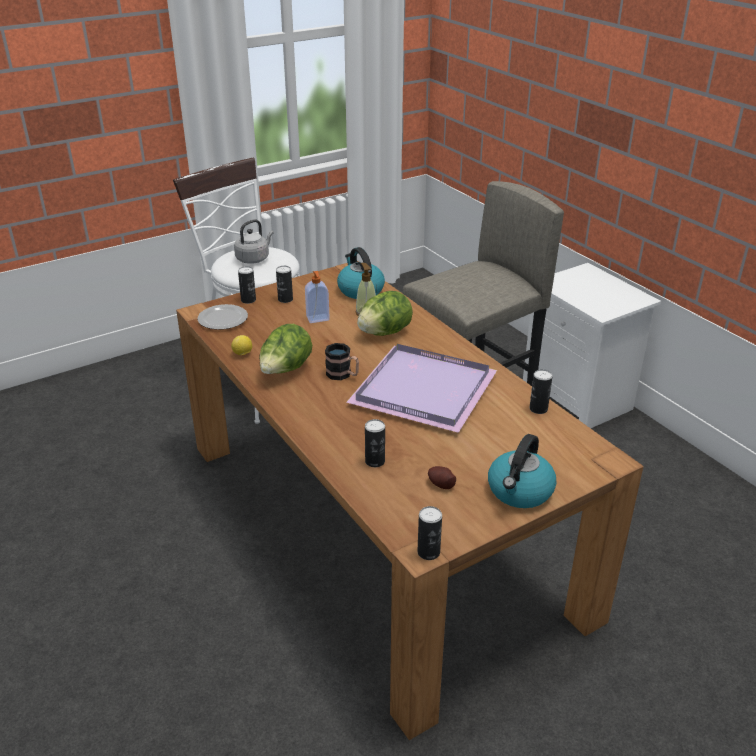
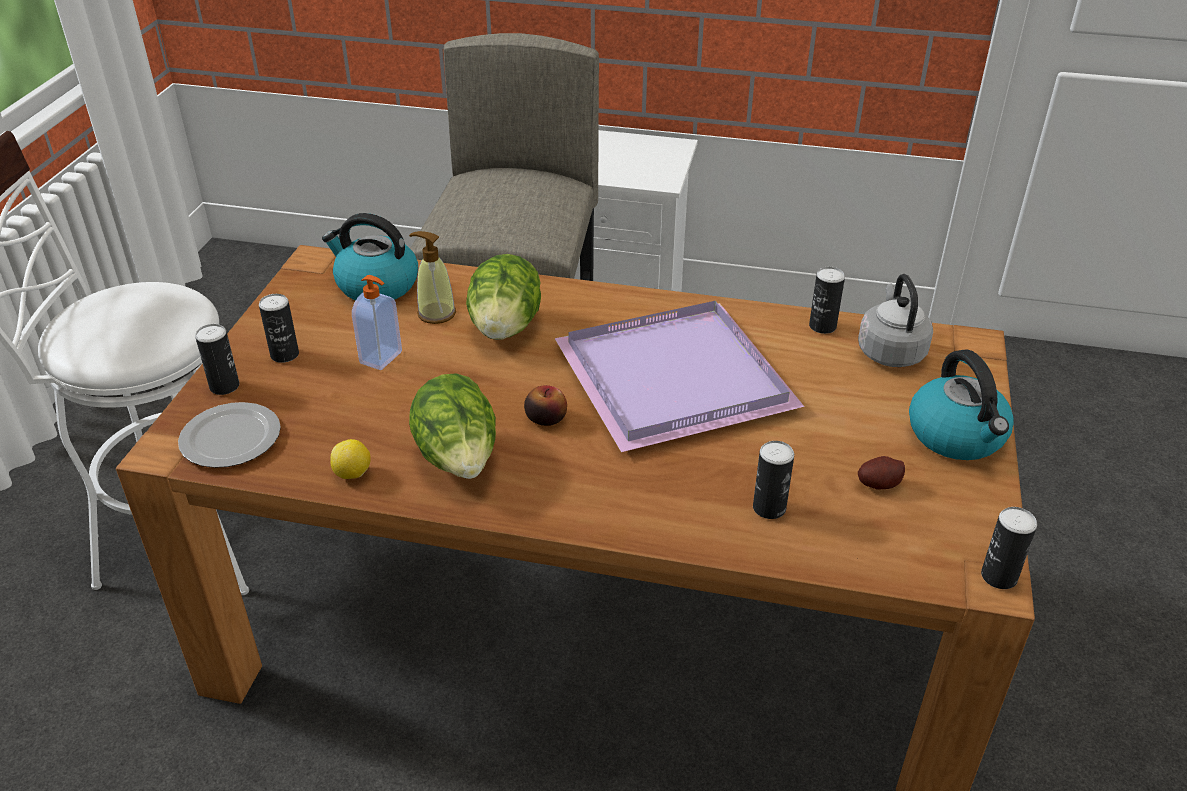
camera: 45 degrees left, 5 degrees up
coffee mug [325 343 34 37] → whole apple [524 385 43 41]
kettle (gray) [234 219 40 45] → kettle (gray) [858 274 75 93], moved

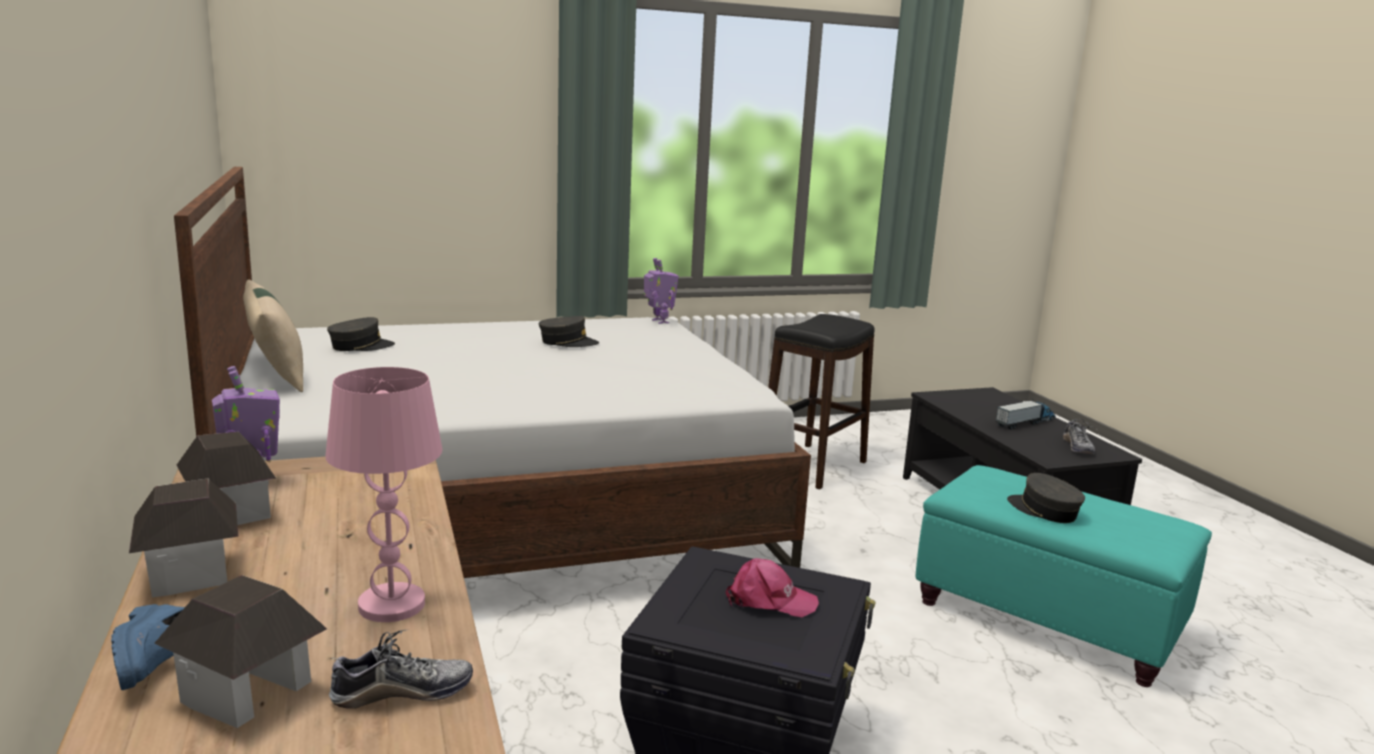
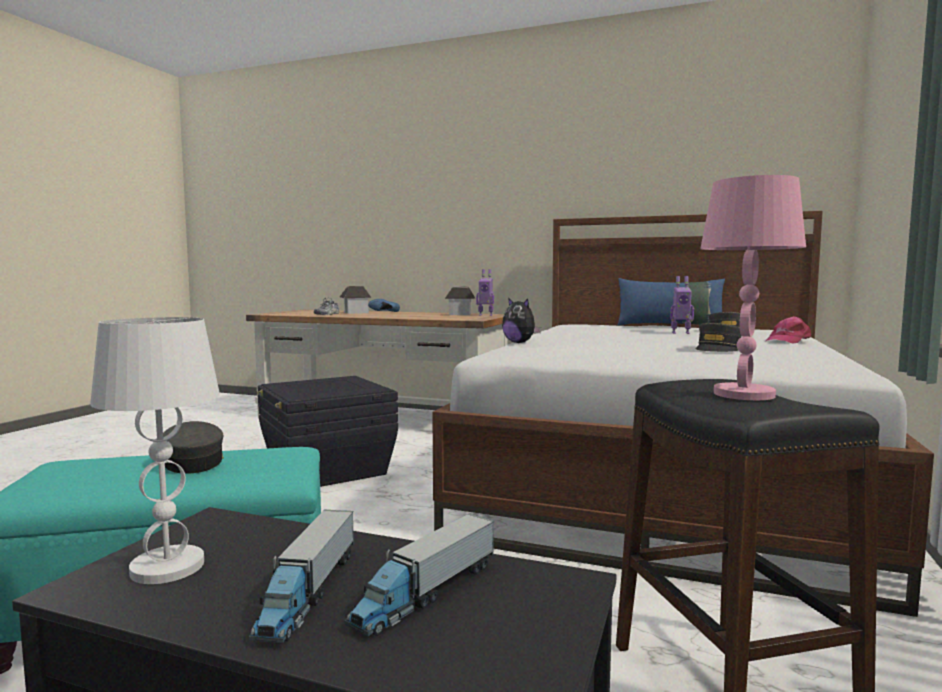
camera: 130 degrees right, 10 degrees down
shoe [1063 419 33 35] → table lamp (white-coloured) [90 317 130 267]
peaked cap (gray) [1007 473 78 50] → peaked cap (gray) [163 421 61 53], 120 degrees counterclockwise
- → model truck [345 513 149 123]
- → cuddly toy [502 298 39 45]
pillow (beige) [243 279 60 113] → pillow (bluish) [618 278 107 48]
toy robot [644 258 35 66] → toy robot [670 276 24 58], moved
table lamp (pink-coloured) [326 367 117 255] → table lamp (pink-coloured) [700 175 106 225], moved
peaked cap (pink-coloured) [726 558 93 59] → peaked cap (pink-coloured) [766 316 45 28], moved
miniature house [129 478 110 119] → -

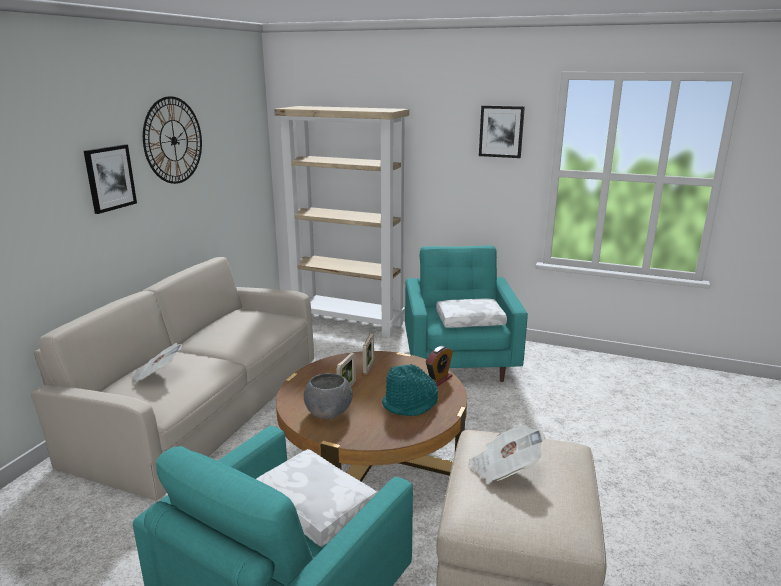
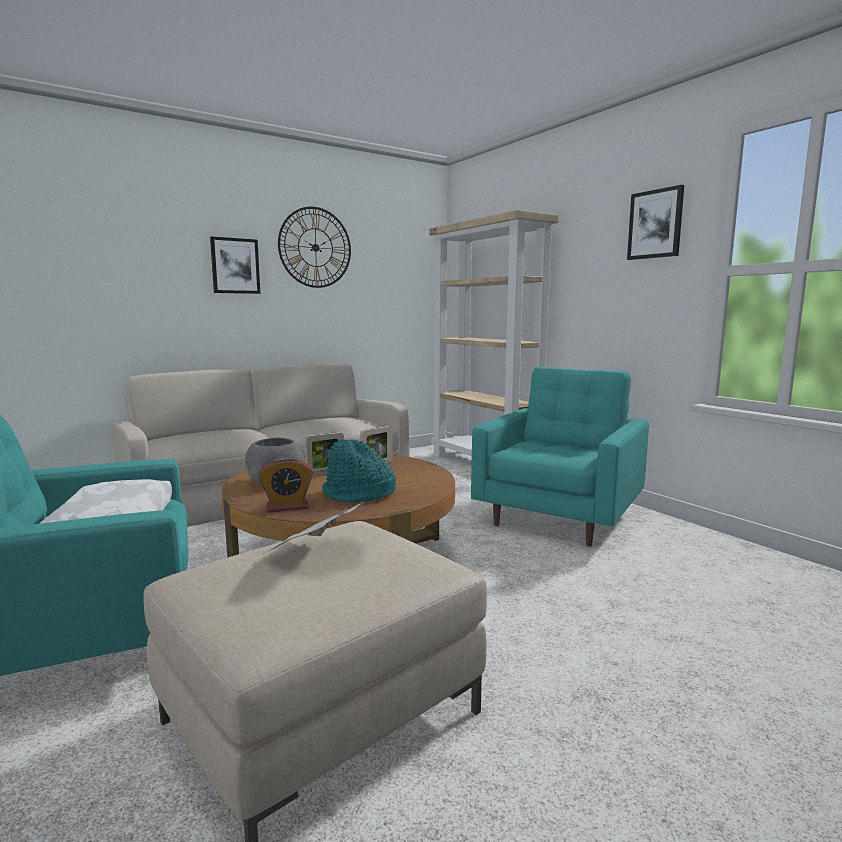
camera: 35 degrees right, 10 degrees down
bedside clock [426 346 27 41] → bedside clock [258 456 55 57], moved
printed paper [132 343 50 40] → -
pillow (white-coloured) [436 299 71 29] → -

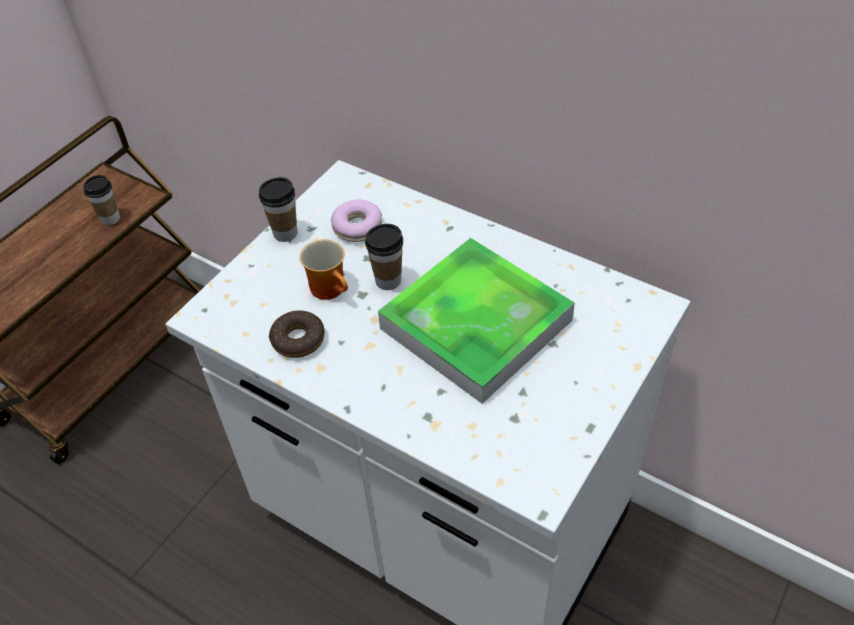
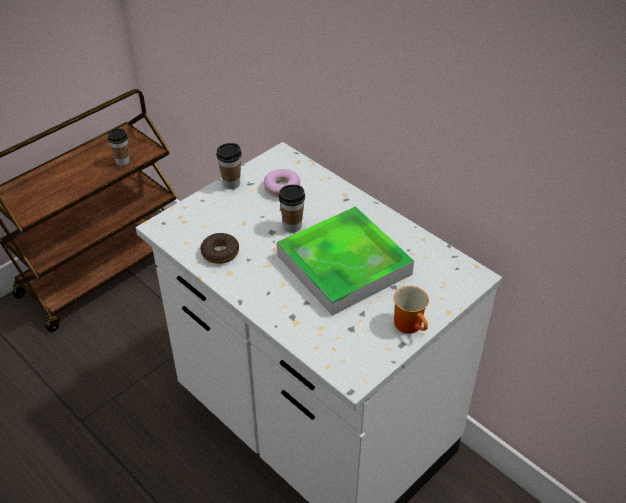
camera: 10 degrees right, 5 degrees down
coffee mug [300 239 48 61] → coffee mug [393 286 36 48], moved

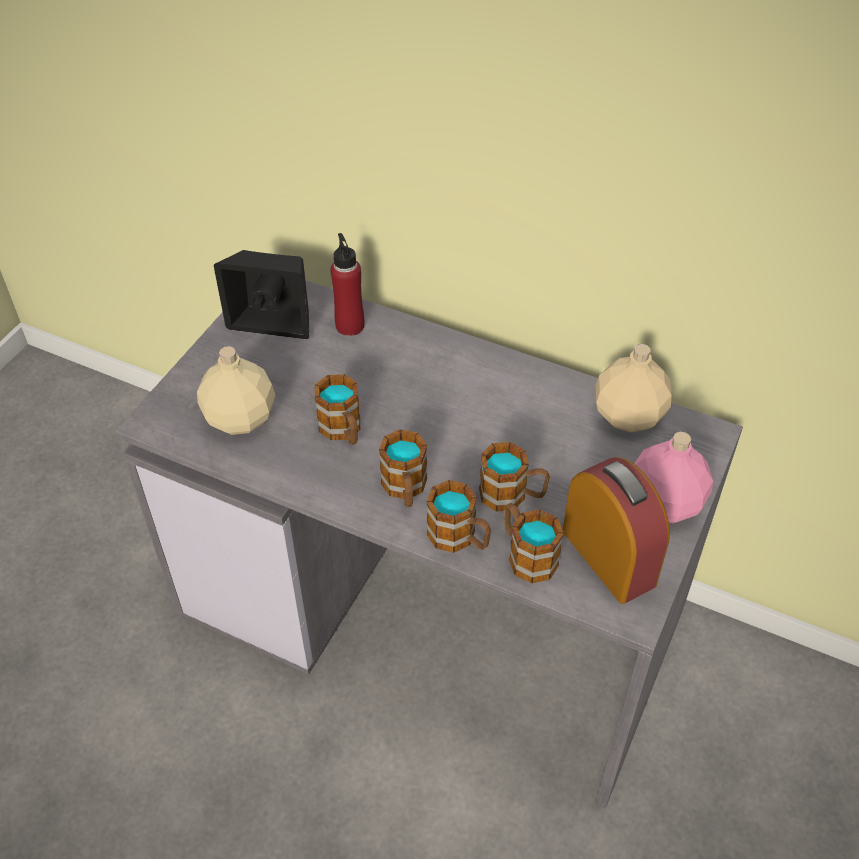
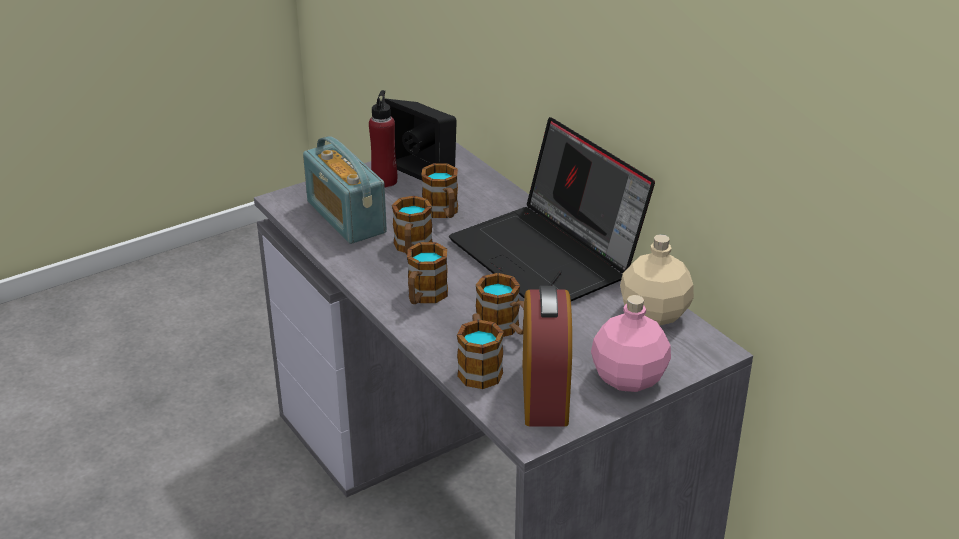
camera: 30 degrees right, 15 degrees down
bottle (beige) [197 346 78 89] → radio receiver [303 136 84 108]
bottle (red-coloured) [331 233 33 103] → bottle (red-coloured) [369 90 28 97], moved
coffee mug [427 480 64 73] → coffee mug [421 163 37 55], moved
- → notebook computer [449 117 206 184]

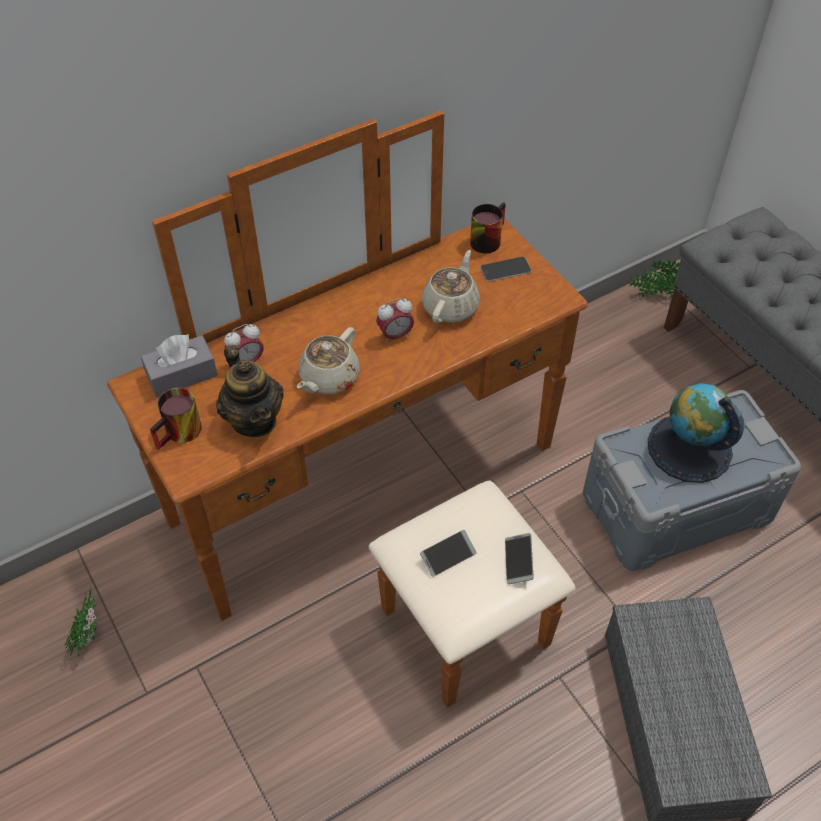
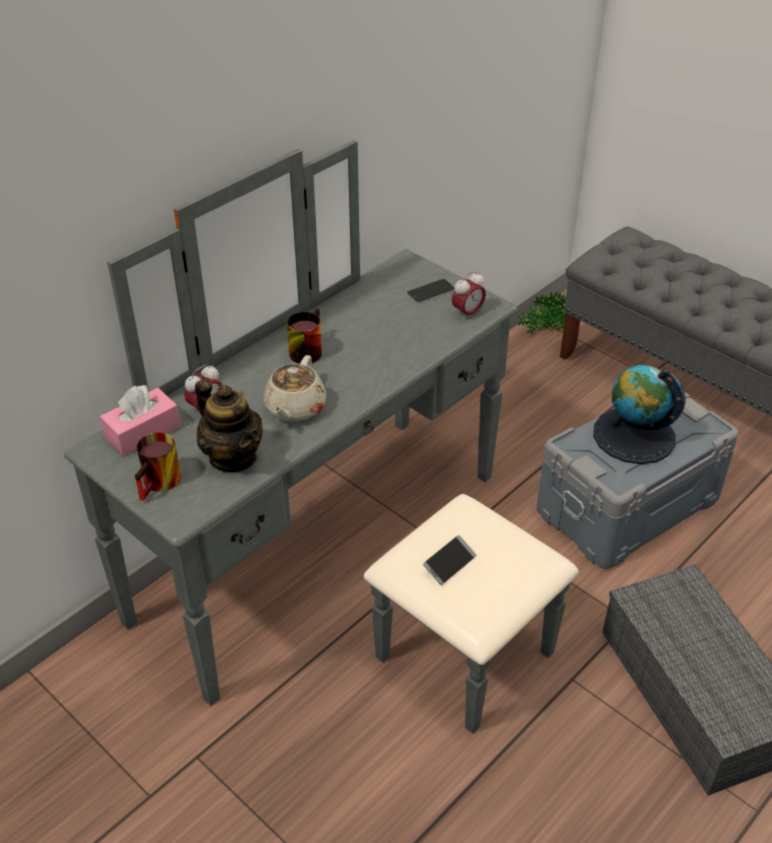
camera: 15 degrees left, 10 degrees down
drawer chest (brown-coloured) [107 111 481 597] → drawer chest (gray) [64 140 515 594]
tissue holder (gray) [141 334 77 63] → tissue holder (pink-coloured) [100 385 81 71]
coffee mug [470 202 36 52] → coffee mug [287 309 35 55], moved
bedside clock [376 298 38 45] → bedside clock [451 271 35 50], moved
potted plant [64 586 33 73] → -
teapot (beige) [422 250 58 73] → -
phone [505 533 29 52] → -

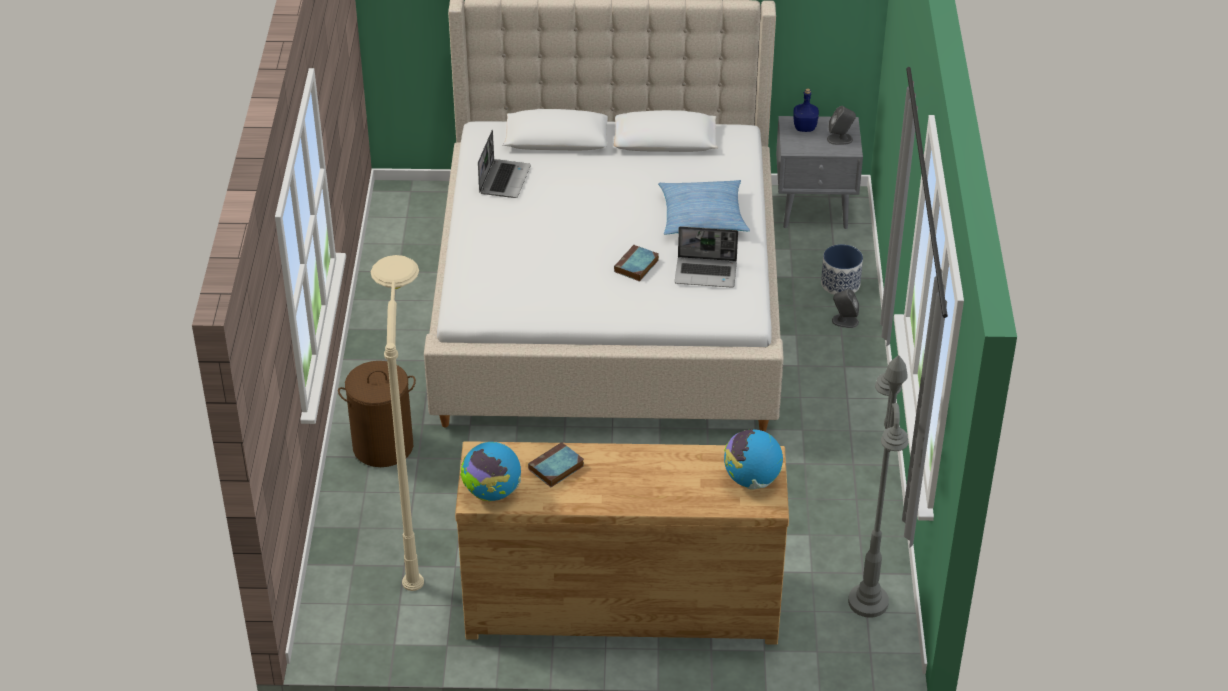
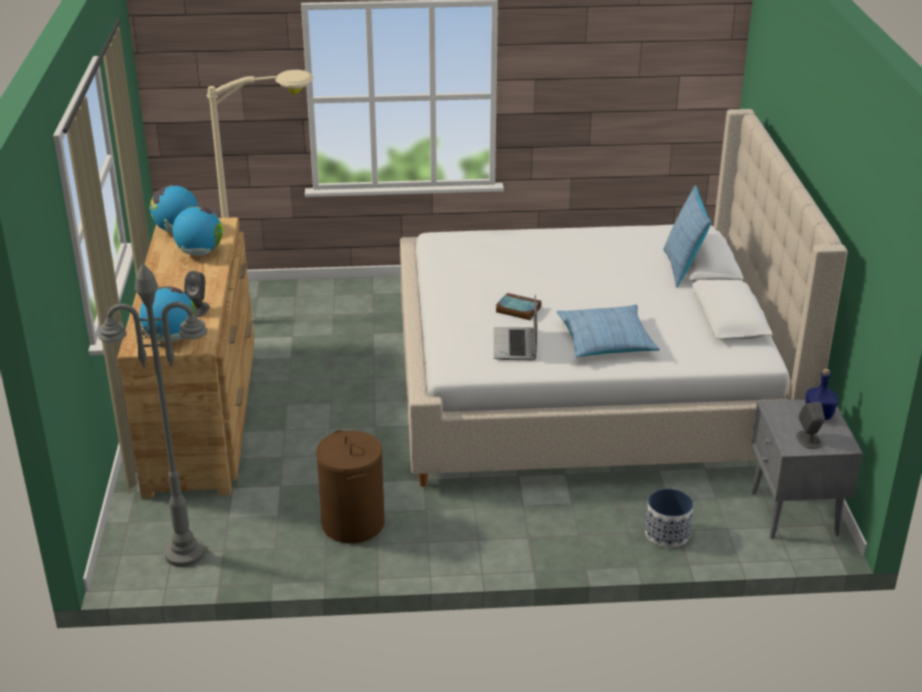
camera: 85 degrees right, 10 degrees down
book [528 442 56 45] → world globe [172 206 51 50]
speaker (gray) [832 289 27 39] → speaker (gray) [184 271 26 46], moved
washing basket (brown-coloured) [338 361 78 106] → washing basket (brown-coloured) [316 430 69 113], moved
- → pillow [663 185 48 103]
notebook computer [478 130 53 68] → -

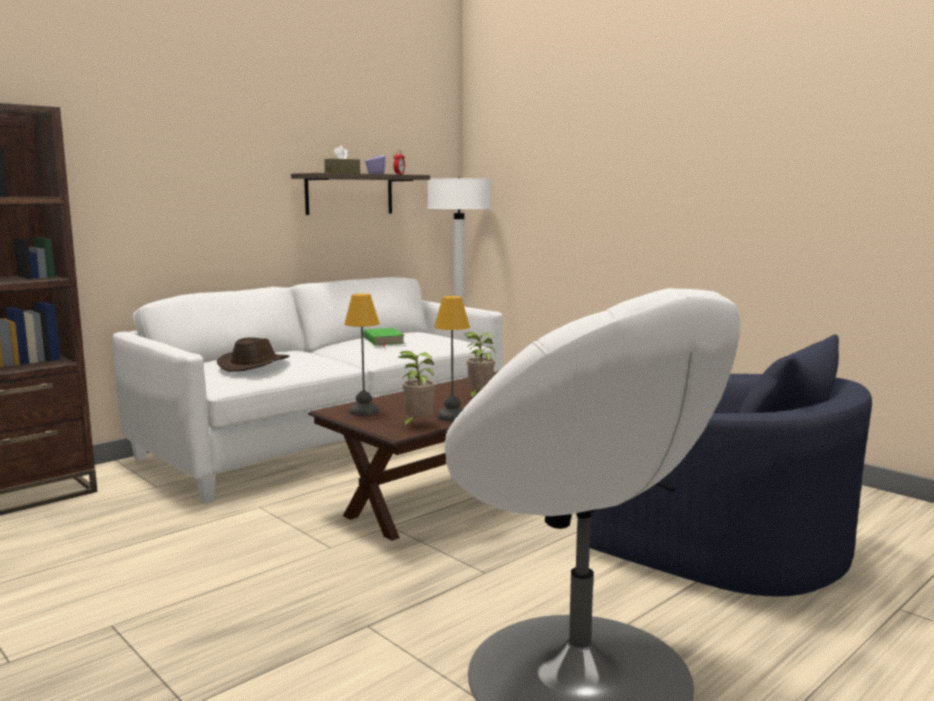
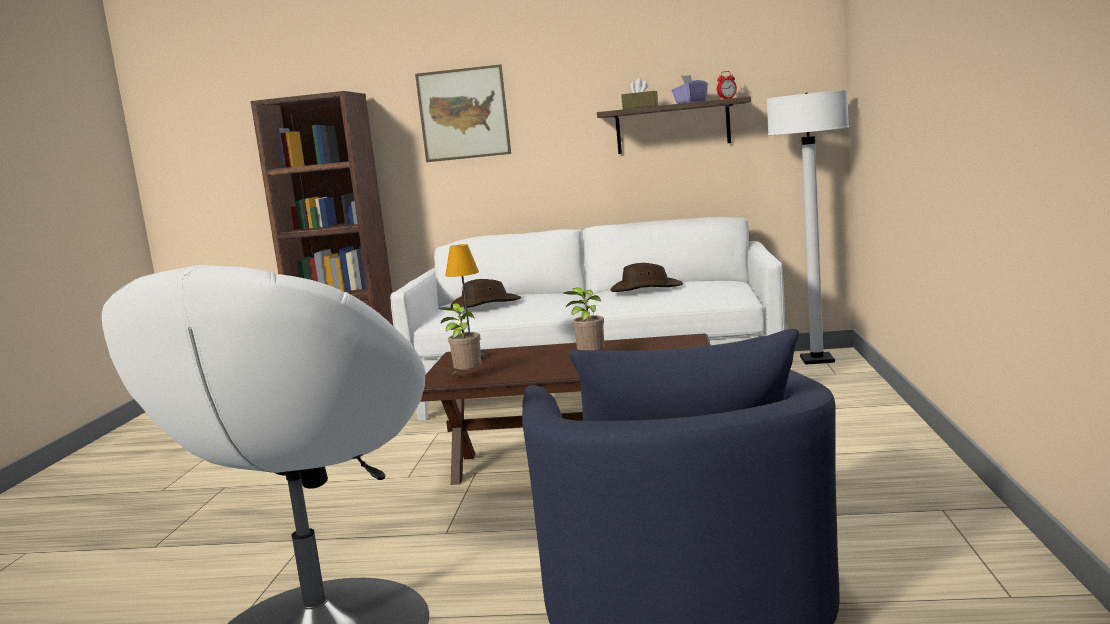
camera: 50 degrees right, 0 degrees up
- → wall art [415 64 96 98]
book (greenish) [364 328 41 19] → hat (brown-coloured) [610 263 73 29]
table lamp [434 296 36 125] → -

